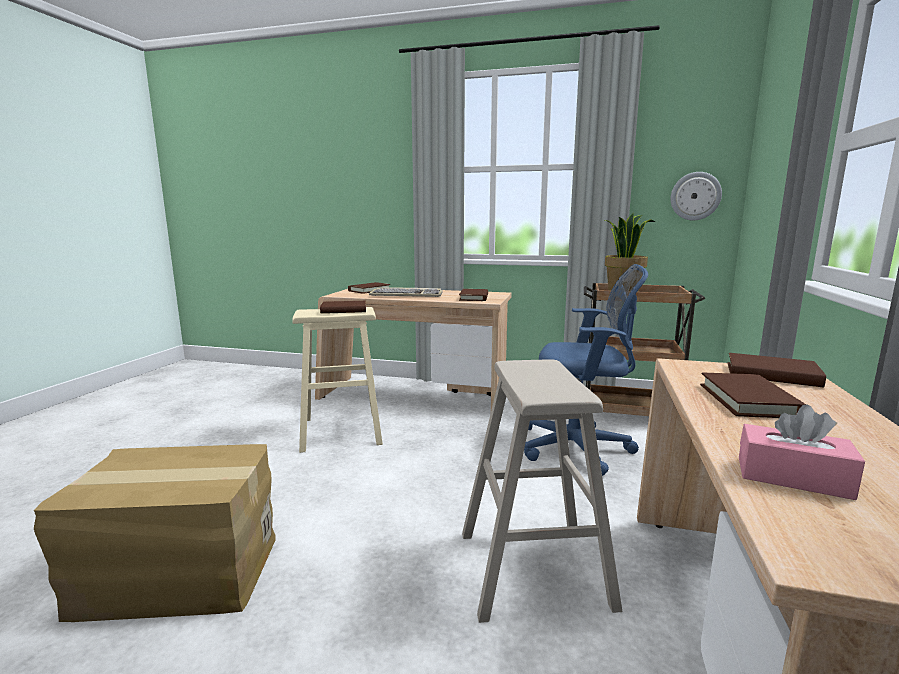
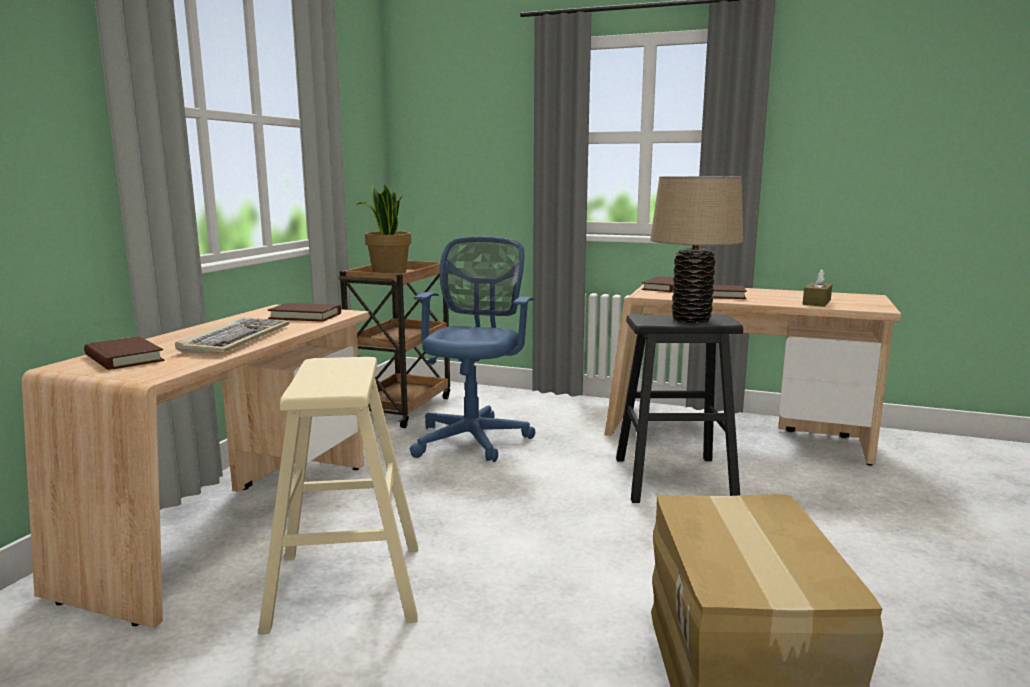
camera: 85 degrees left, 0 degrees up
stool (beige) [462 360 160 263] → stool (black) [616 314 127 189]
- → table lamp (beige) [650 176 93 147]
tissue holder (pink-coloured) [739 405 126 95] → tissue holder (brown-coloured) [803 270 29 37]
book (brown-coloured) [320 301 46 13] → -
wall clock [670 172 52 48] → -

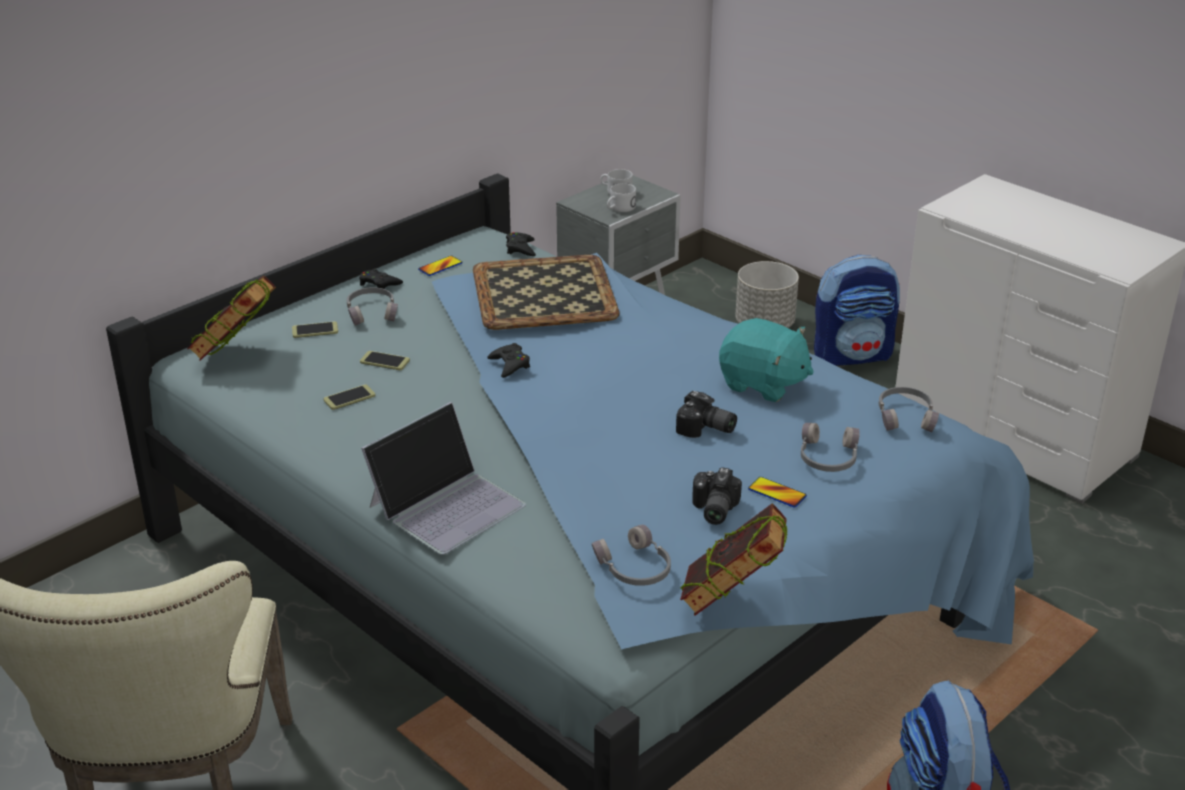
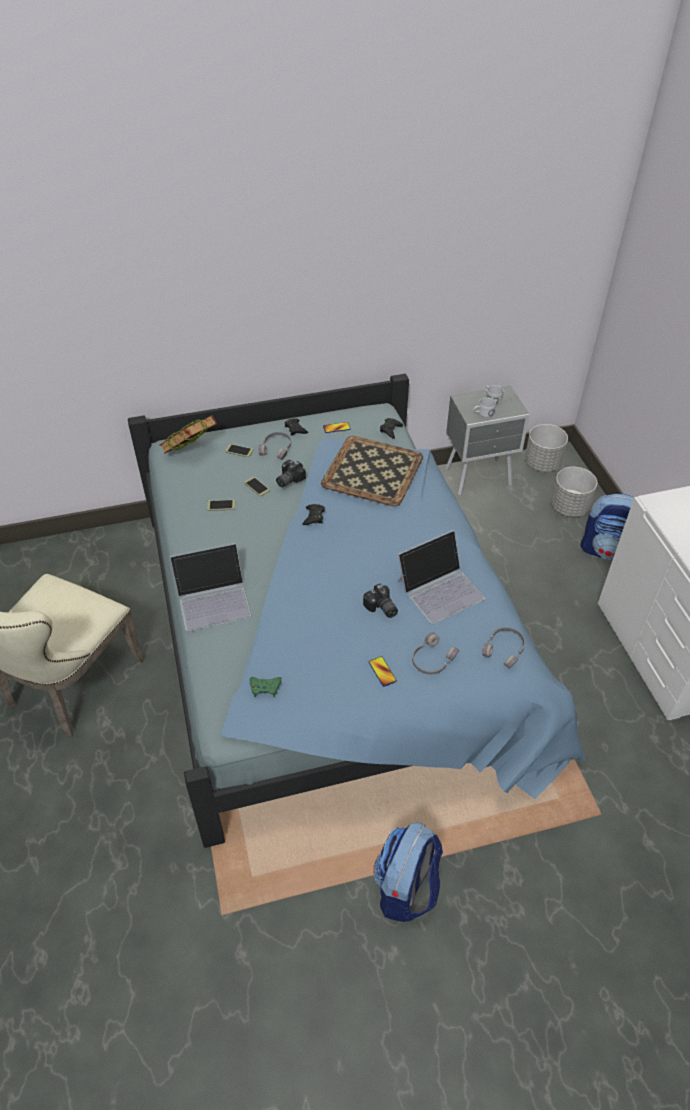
camera: 30 degrees right, 15 degrees up
headset (gray) [592 525 79 61] → game controller (greenish) [249 677 33 20]
still camera [692 467 50 58] → still camera [276 460 30 27], moved
cuddly toy (blue-green) [719 318 95 84] → notebook computer [397 530 88 94]
- → planter (gray) [525 424 43 48]
book [680 503 107 113] → -

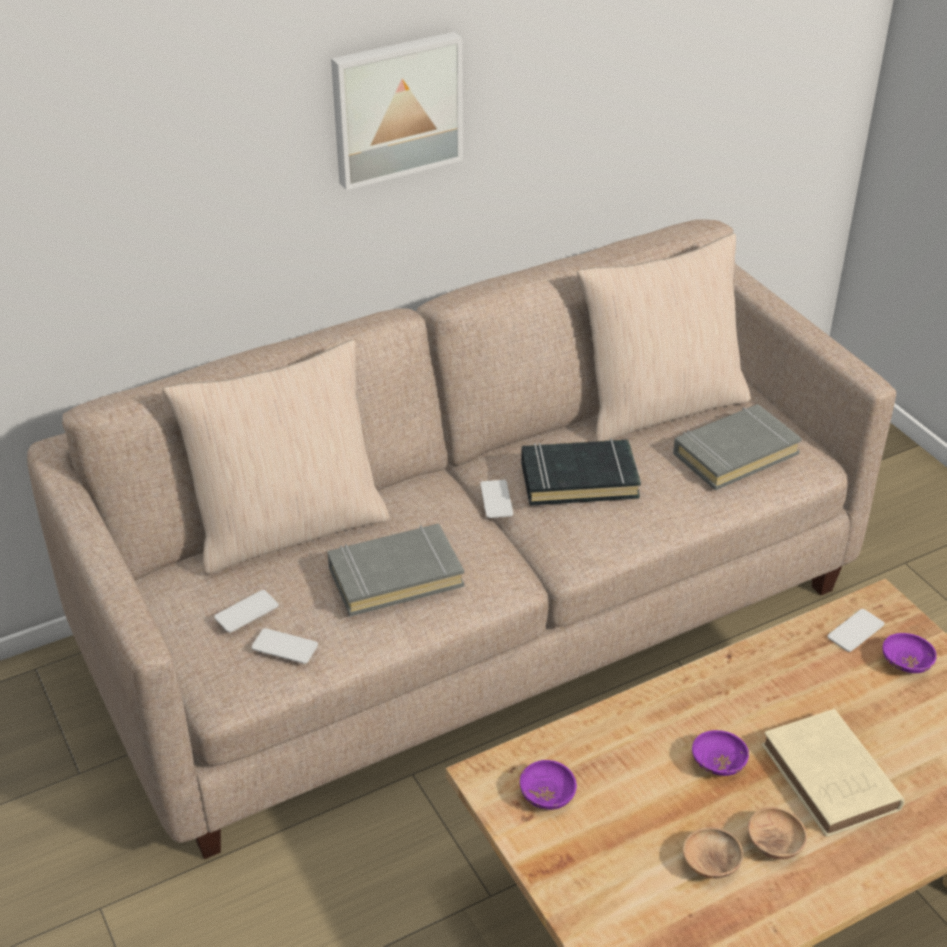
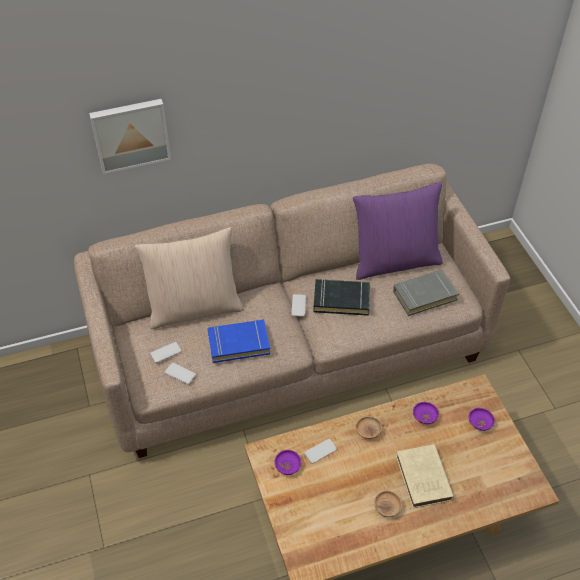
camera: 10 degrees right, 10 degrees up
wall art [331 32 132 158] → wall art [89 99 82 75], moved
book (gray) [327 524 137 93] → book (bluish) [208 320 62 43]
phone [827 609 57 43] → phone [305 439 32 25], moved
pillow (beige) [577 233 174 208] → pillow (purple) [353 182 90 98]
bowl (brown-coloured) [683 827 61 51] → bowl (brown-coloured) [356 416 26 23], moved
bowl (purple) [692 730 57 46] → bowl (purple) [413 402 26 22], moved

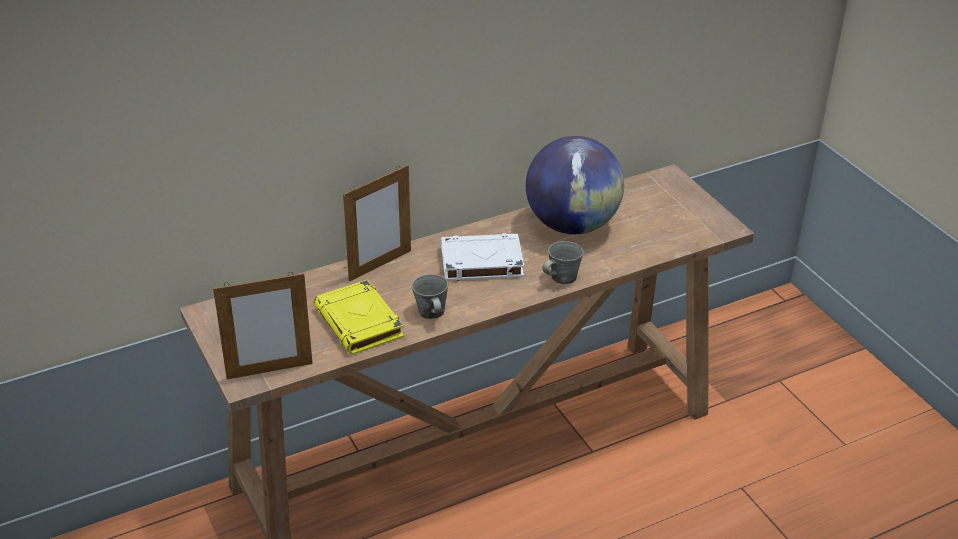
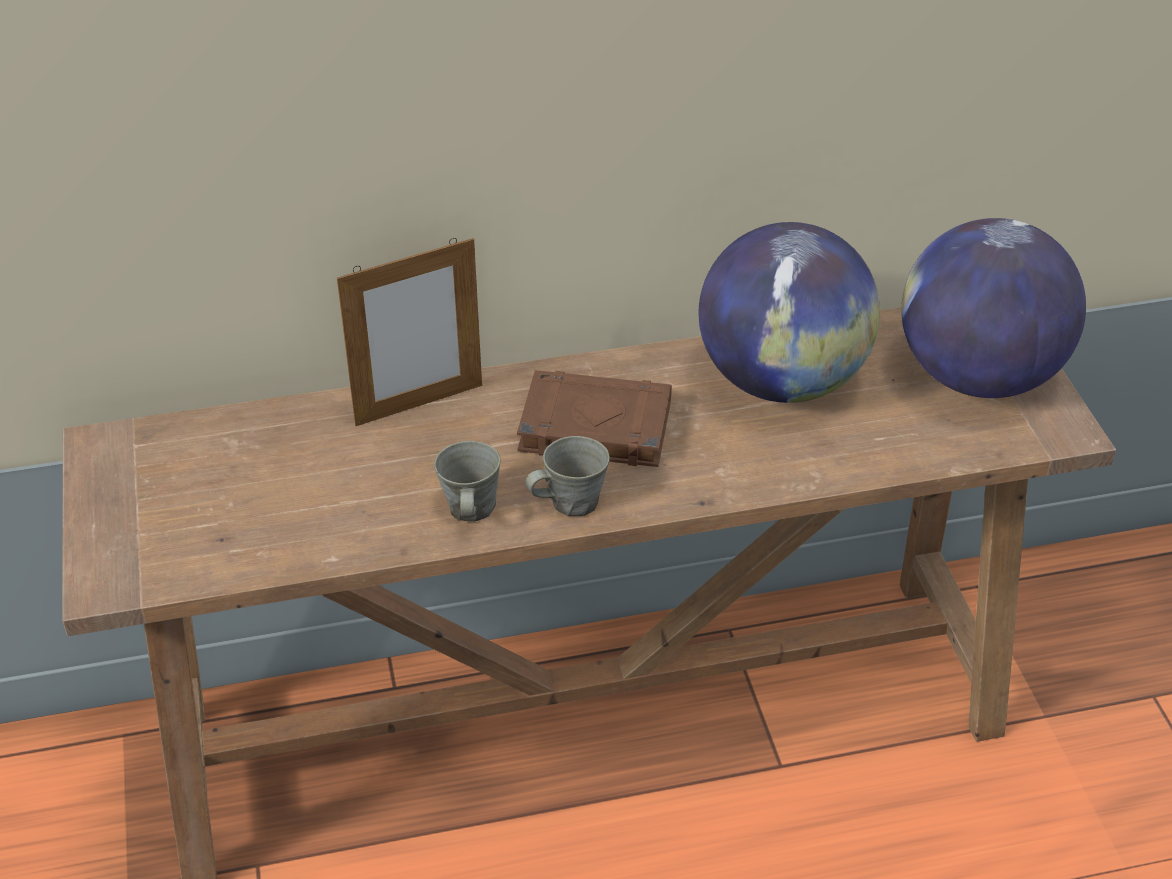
camera: 15 degrees right, 5 degrees up
book (white-coloured) [441 233 83 48] → book (brown-coloured) [517 370 155 97]
coffee mug (gray) [543 241 41 43] → coffee mug (gray) [525 436 85 80], moved
- → world globe [901 218 185 180]
standing frame [213 272 100 107] → -
book (yellow) [314 280 90 75] → -

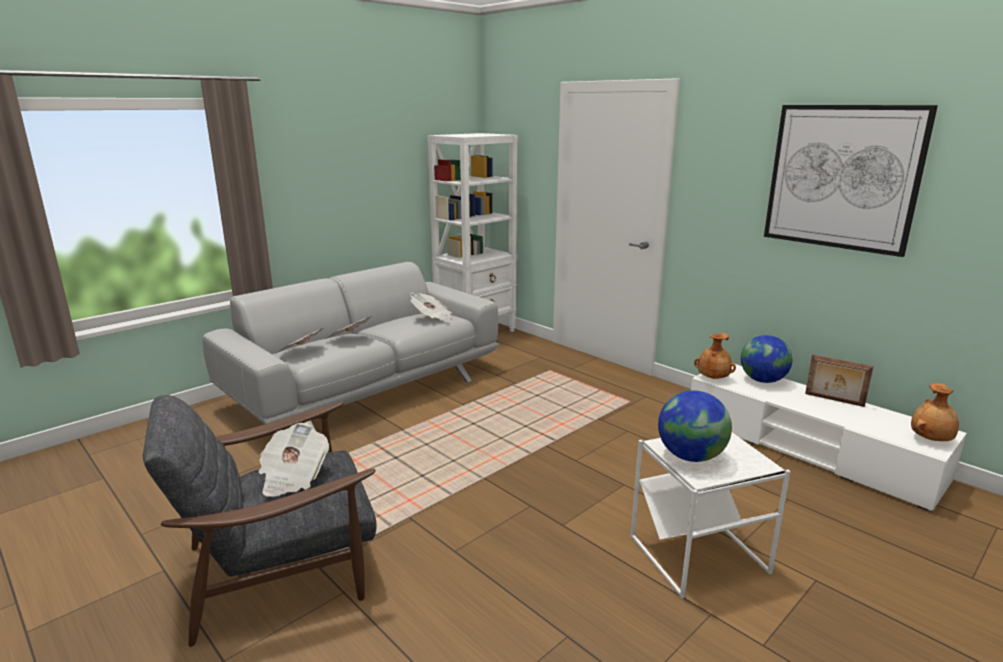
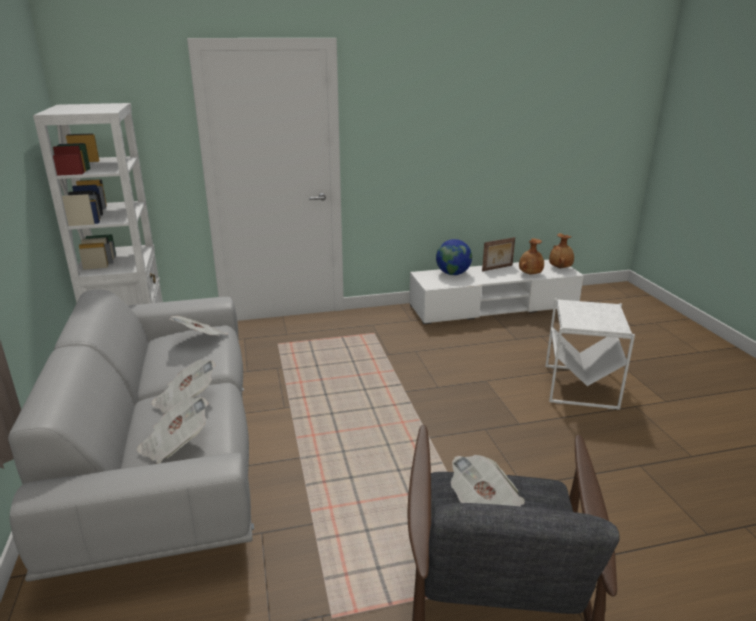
camera: 60 degrees left, 5 degrees up
vase (brown-coloured) [694 333 42 46] → vase (brown-coloured) [519 238 25 37], moved
world globe [658 391 74 71] → -
wall art [764 105 174 152] → -

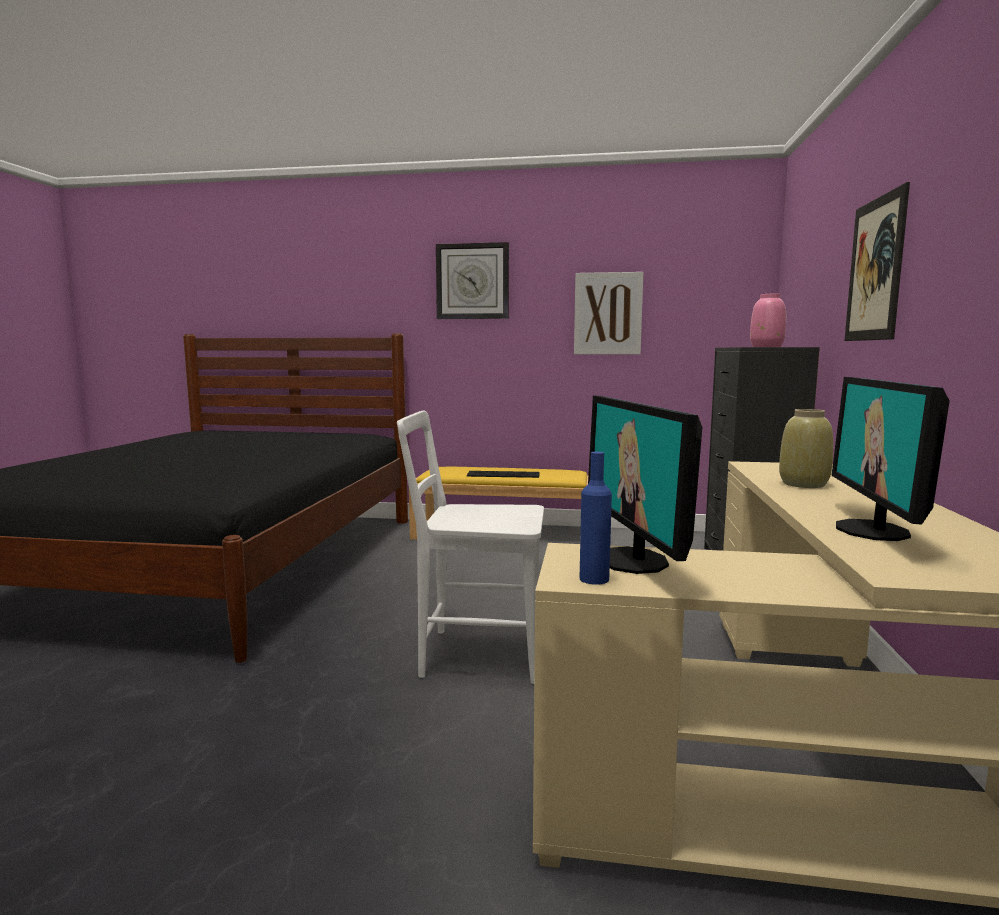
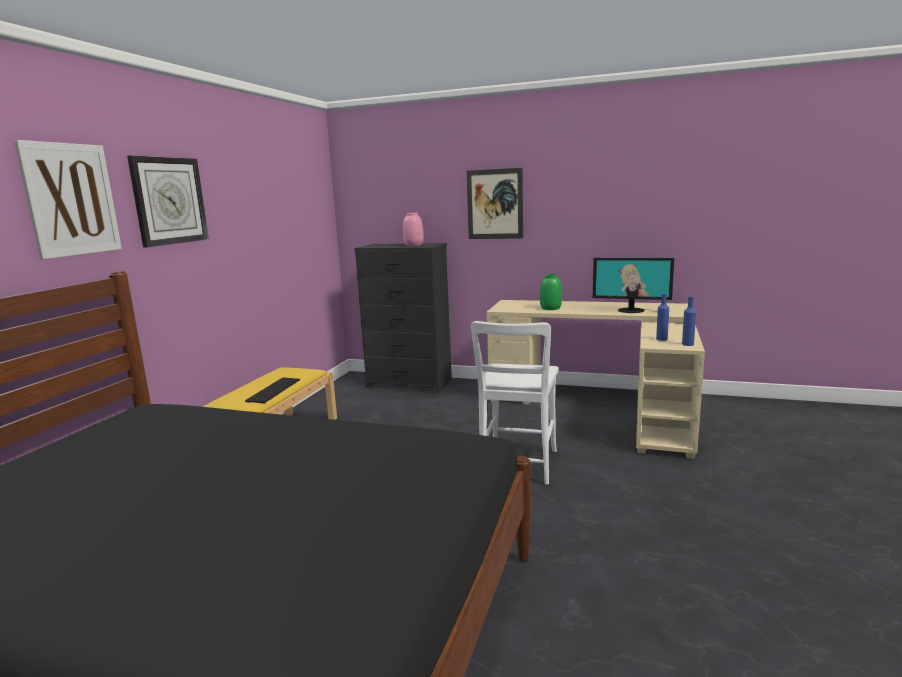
camera: 80 degrees left, 5 degrees up
wall art [574 272 70 83] → wall art [14 140 108 119], moved
vase (beige) [779 409 54 79] → vase (greenish) [540 274 22 36]
computer screen [588 396 114 178] → bottle (bluish) [656 293 13 48]

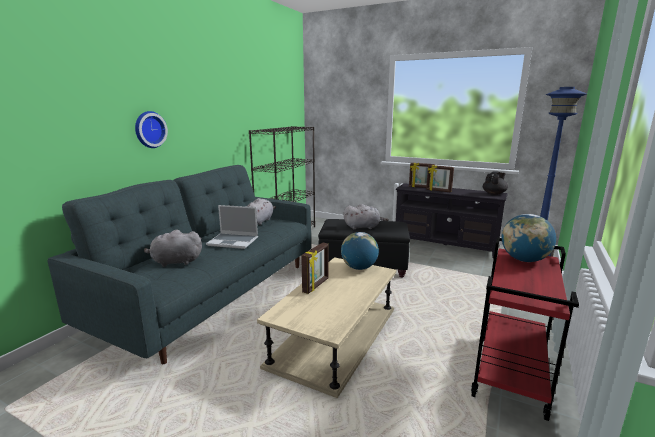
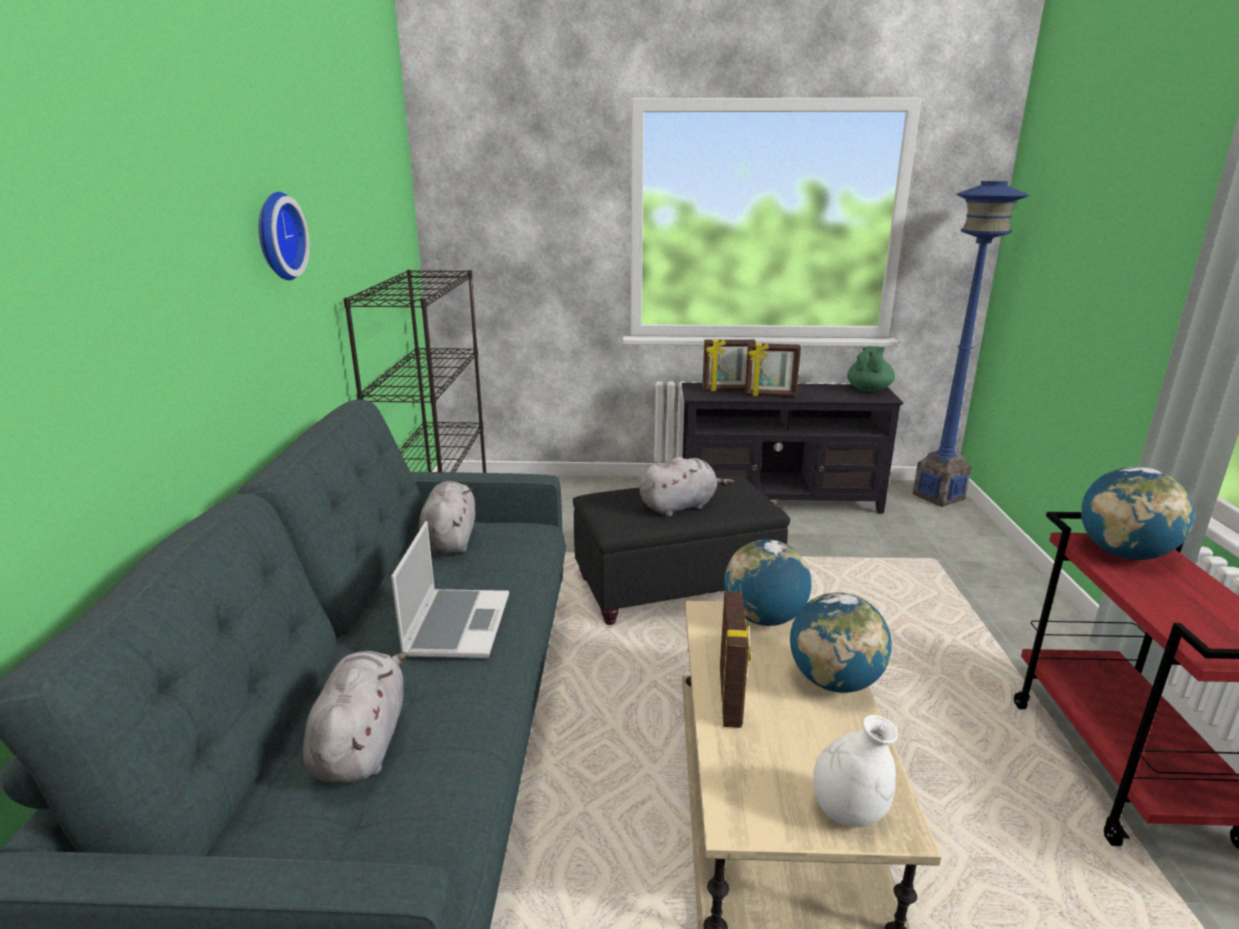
camera: 25 degrees left, 5 degrees up
wall clock [135 111 33 37] → wall clock [259 192 51 88], moved
cuddly toy (gray) [144 230 58 37] → cuddly toy (gray) [303 651 105 133], 120 degrees clockwise
notebook computer [206 205 52 44] → notebook computer [391 521 118 137], 75 degrees counterclockwise
- → world globe [790 592 102 101]
- → vase (white-coloured) [813 715 85 112]
teapot (black) [483 172 25 23] → teapot (greenish) [847 346 48 46]

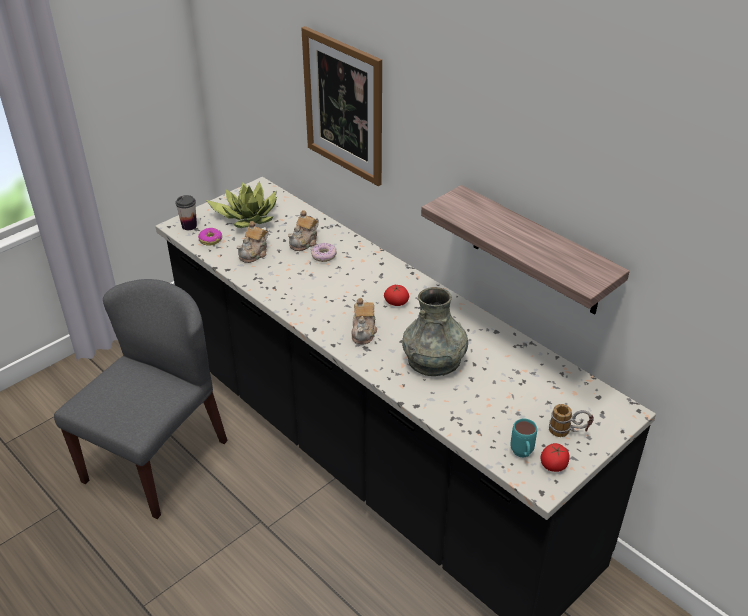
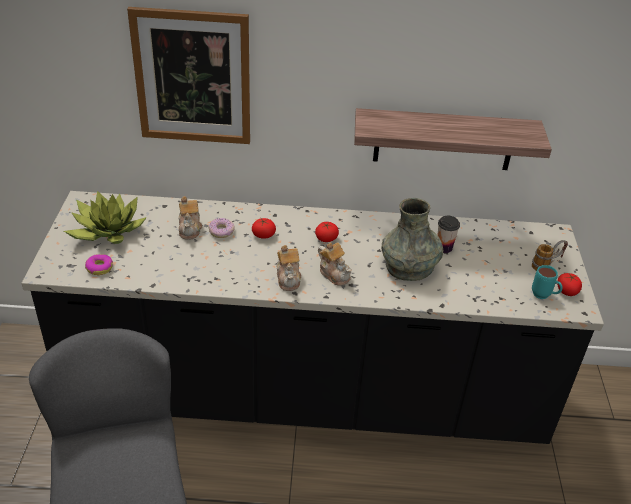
camera: 45 degrees left, 0 degrees up
- → tomato [252 218 24 21]
teapot [236 221 32 42] → teapot [277 245 24 46], moved
cup [175 195 22 35] → cup [438 216 22 37], moved

